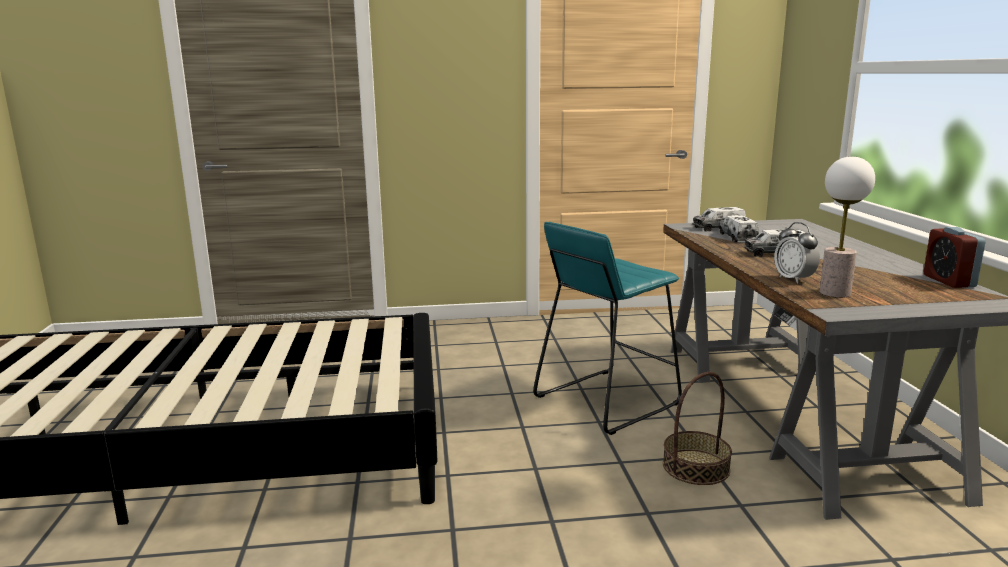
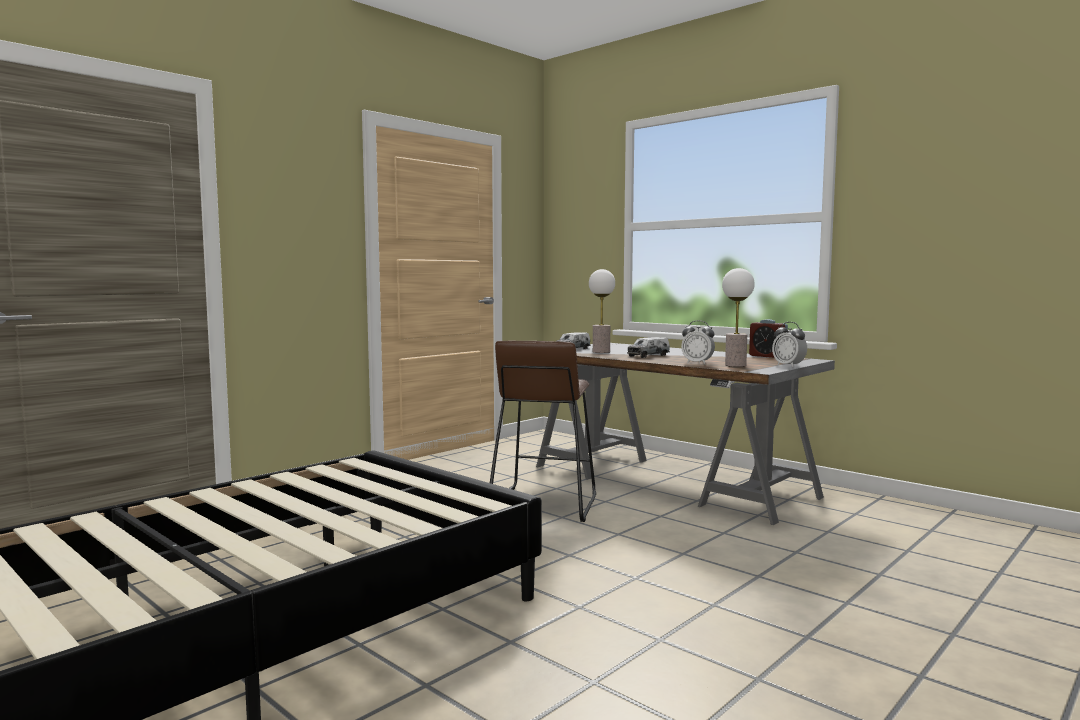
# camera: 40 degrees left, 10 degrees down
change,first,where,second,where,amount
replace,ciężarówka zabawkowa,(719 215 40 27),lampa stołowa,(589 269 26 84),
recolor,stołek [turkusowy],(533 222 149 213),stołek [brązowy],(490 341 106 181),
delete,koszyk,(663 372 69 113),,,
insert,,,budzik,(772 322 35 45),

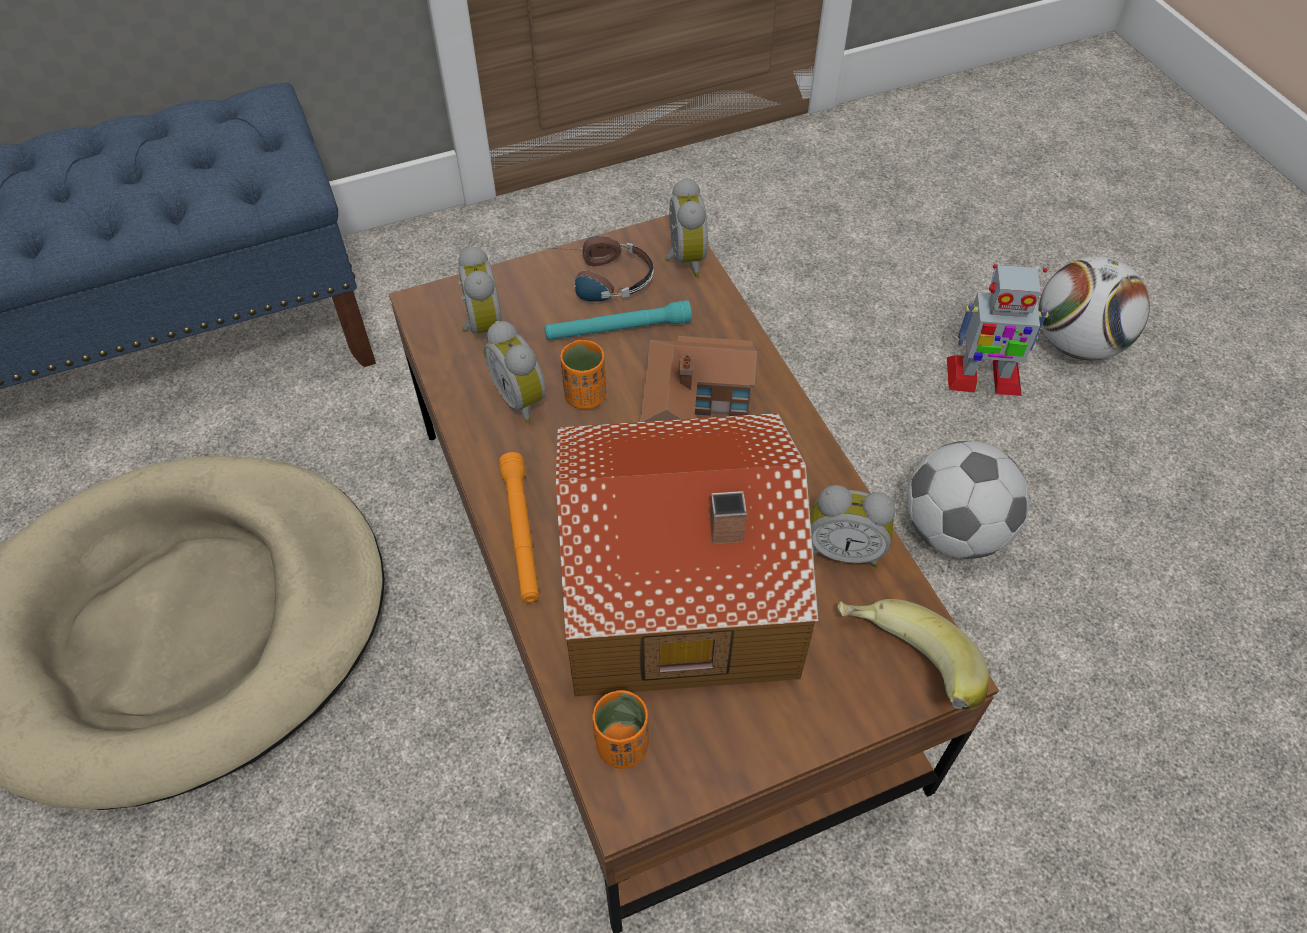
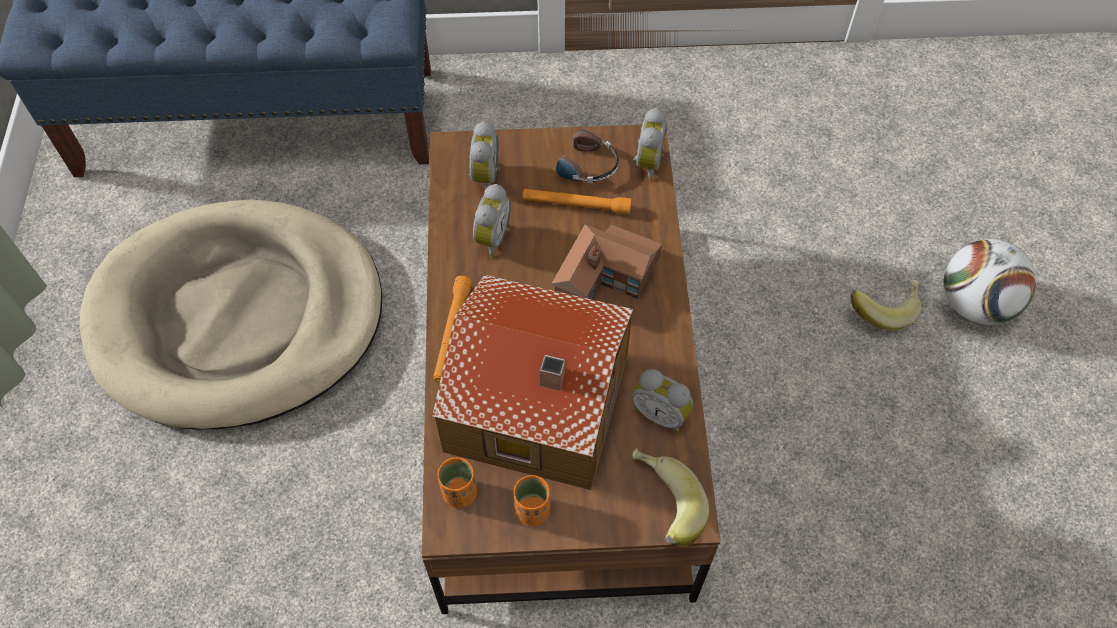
# camera: 20 degrees right, 5 degrees up
change,first,where,second,where,amount
replace,robot zabawkowy,(947 264 102 132),banan,(851 280 70 50),
recolor,latarka [turkusowy],(544 300 148 40),latarka [pomarańczowy],(522 189 110 26),
rotate,budzik,(484 321 62 102),,(473 184 38 73),150 degrees counterclockwise
move,filiżanka [pomarańczowy],(560 340 46 69),,(513 475 37 51),
delete,piłka futbolowa,(907 441 122 118),,,

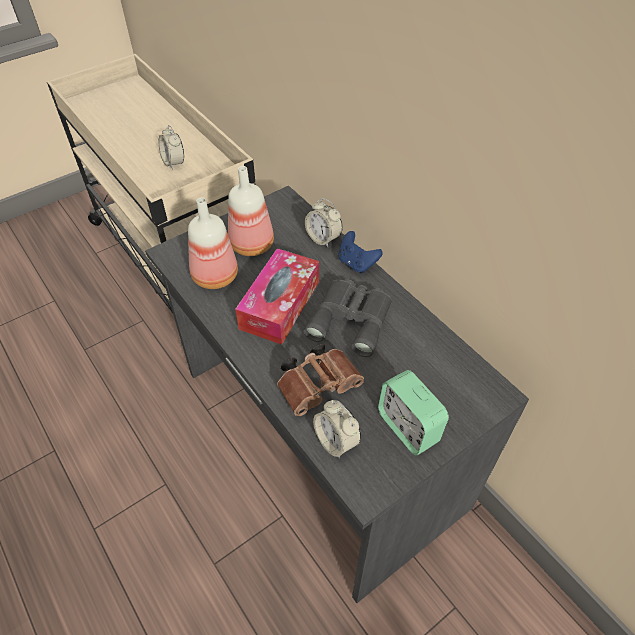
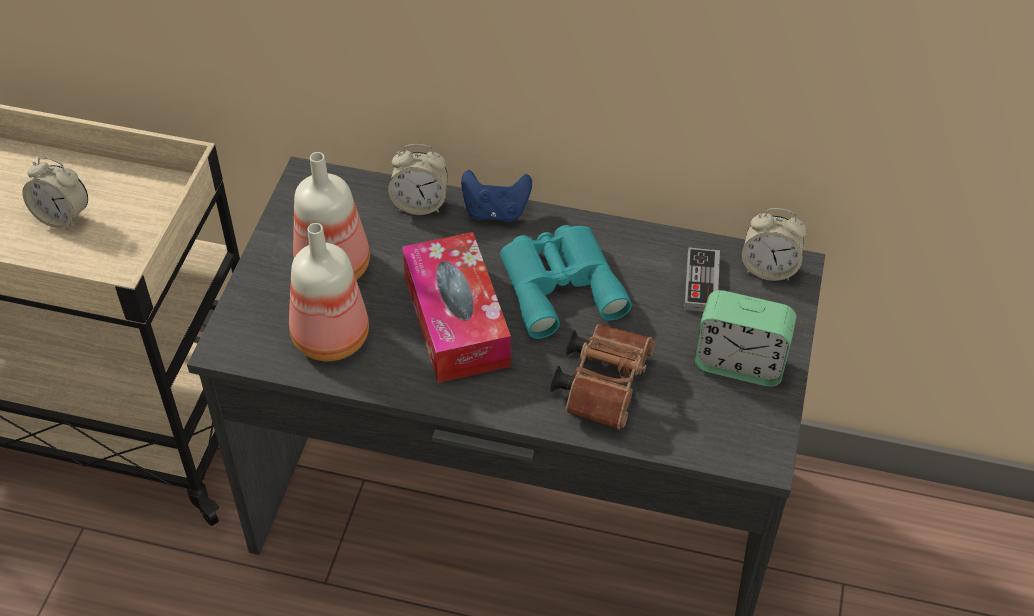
# camera: 40 degrees left, 0 degrees up
change,first,where,second,where,amount
recolor,lornetka [szary],(304 280 88 77),lornetka [turkusowy],(500 225 132 114),
move,budzik,(313 400 48 58),,(742 208 65 73),
insert,,,pad do gier,(684 248 36 64),

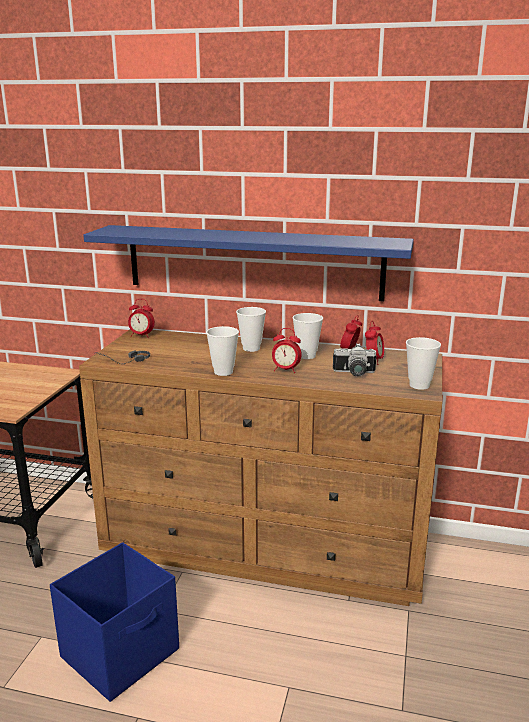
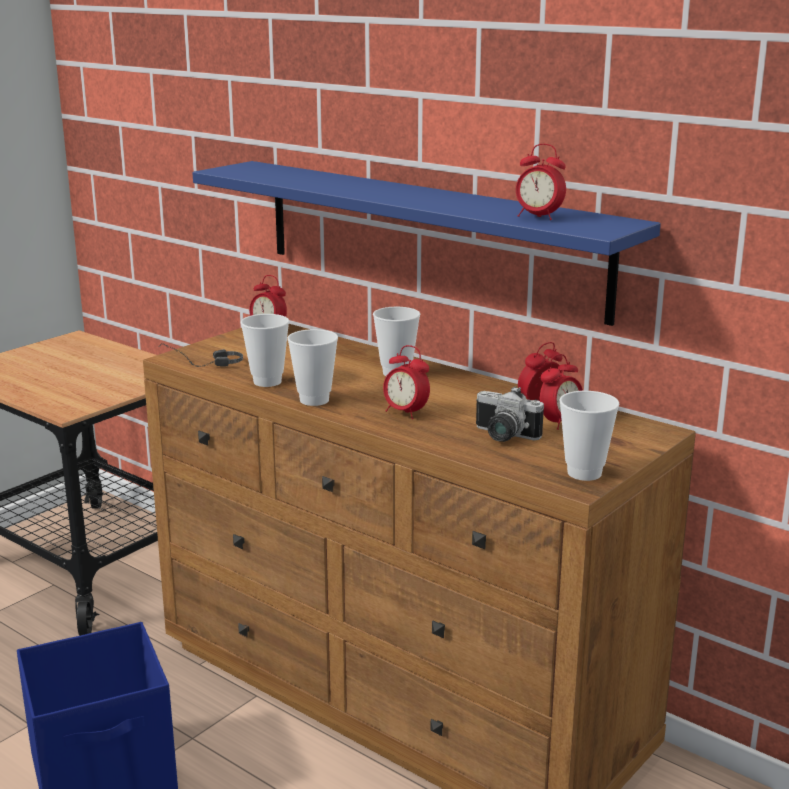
# camera: 25 degrees right, 0 degrees up
change,first,where,second,where,amount
move,filiżanka,(293 313 30 46),,(240 314 49 73),
insert,,,budzik,(516 144 50 76),

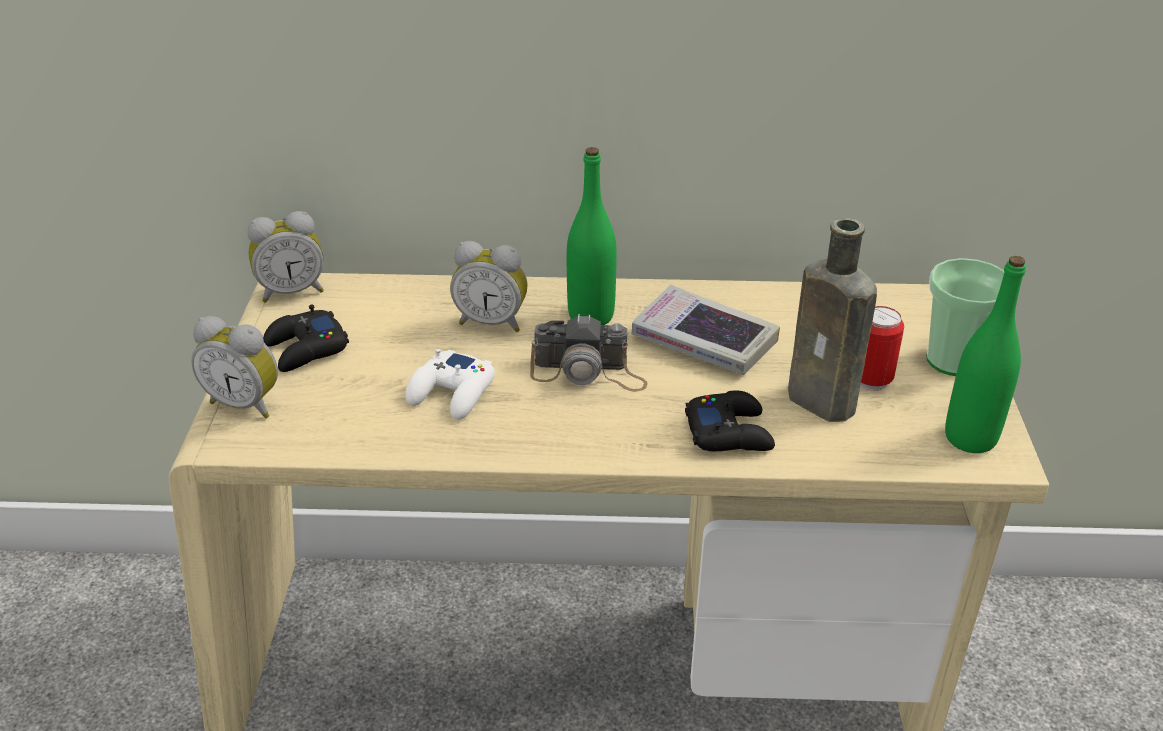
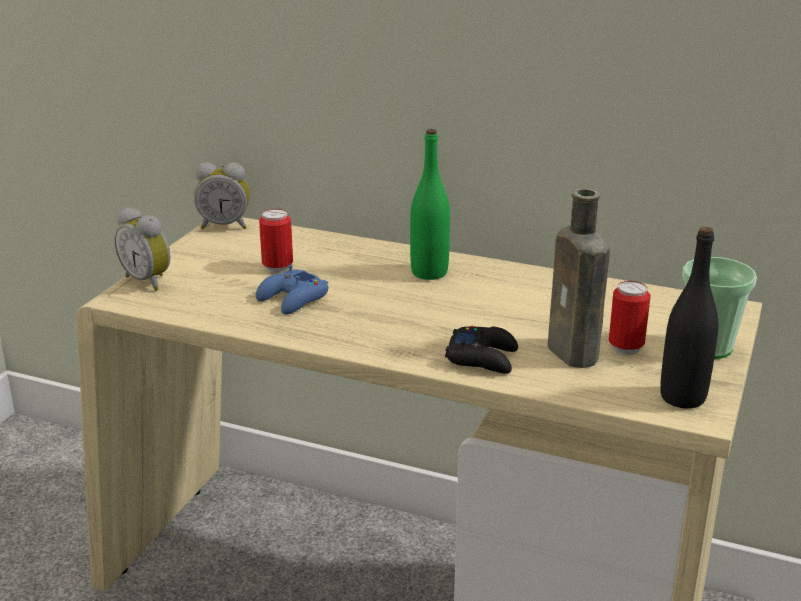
# camera: 20 degrees right, 10 degrees down
change,first,where,second,where,amount
delete,budzik,(450 241 78 92),,,
recolor,butelka [zielony],(945 256 81 197),butelka [czarny],(660 227 59 182),
delete,książka,(632 285 148 90),,,
delete,pad do gier [czarny],(263 304 86 68),,,
delete,aparat fotograficzny,(530 314 118 78),,,
recolor,pad do gier [biały],(405 348 90 72),pad do gier [niebieski],(256 264 72 51),
insert,,,puszka,(259 209 34 64),

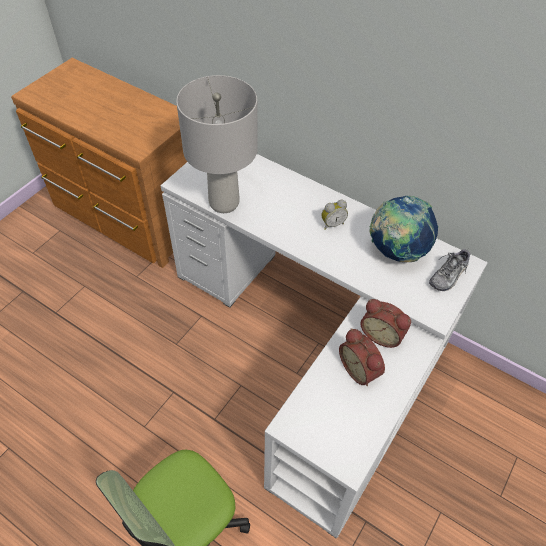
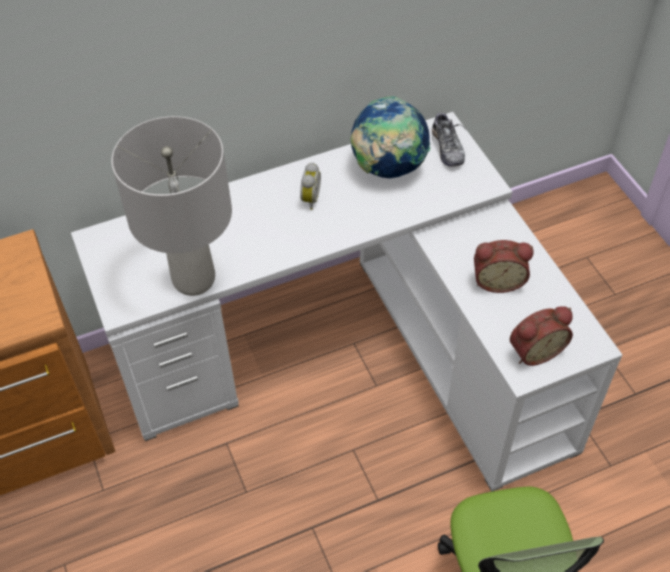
# camera: 55 degrees left, 0 degrees up
change,first,where,second,where,amount
move,budzik,(361 299 50 49),,(510 306 63 60),

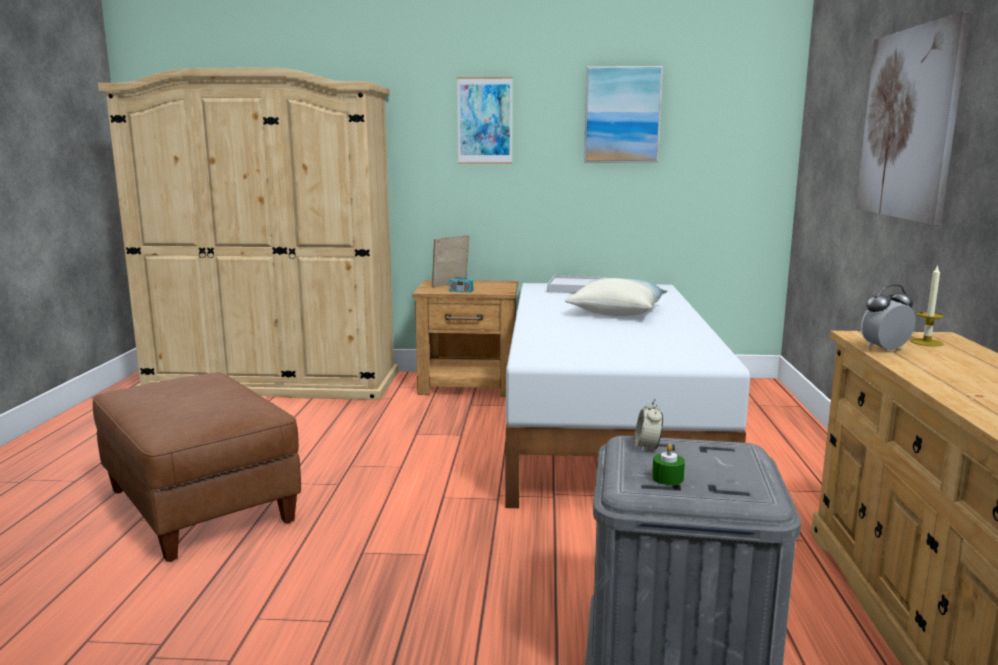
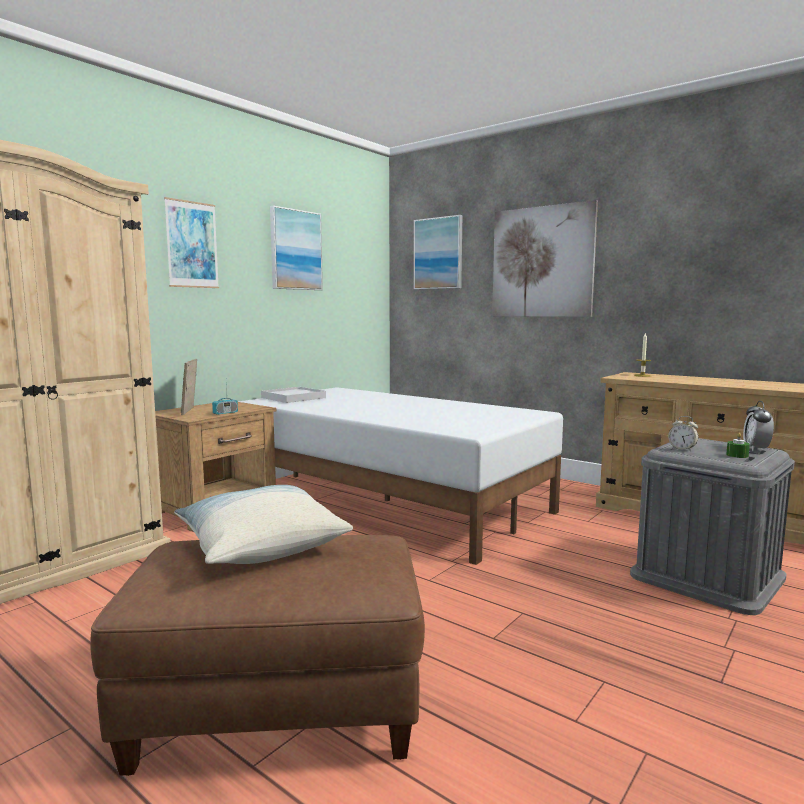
# camera: 55 degrees left, 5 degrees down
change,first,where,second,where,amount
move,poduszka,(565 278 102 38),,(174 485 179 79),
move,budzik,(861 284 55 68),,(743 401 31 50),
insert,,,obraz,(414 215 48 74),

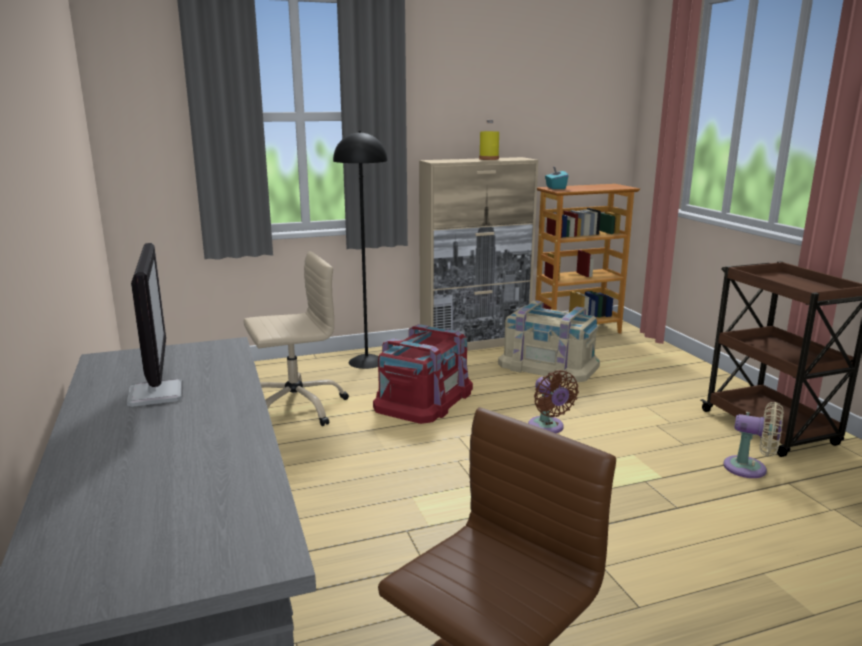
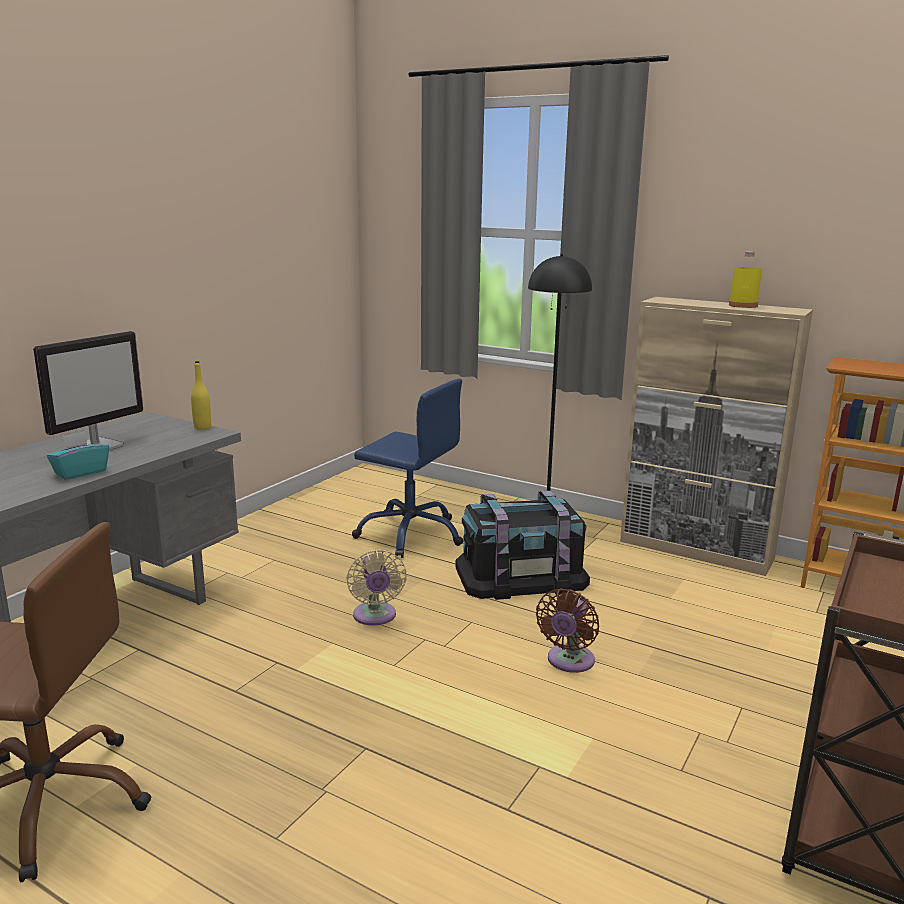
# camera: 50 degrees right, 0 degrees up
change,first,where,second,where,amount
move,pudełko chusteczek [turkusowy],(545 166 23 23),,(47 432 62 48),
recolor,krzesło biurowe [beżowy],(243 251 106 175),krzesło biurowe [niebieski],(352 379 112 179),
delete,pojemnik do przechowywania [beżowy],(498 300 102 82),,,
recolor,pojemnik do przechowywania [czerwony],(373 324 100 100),pojemnik do przechowywania [czarny],(455 490 135 110),
move,wentylator [beżowy],(723 402 61 76),,(346 549 61 76),
insert,,,butelka [żółty],(191 361 20 69),

